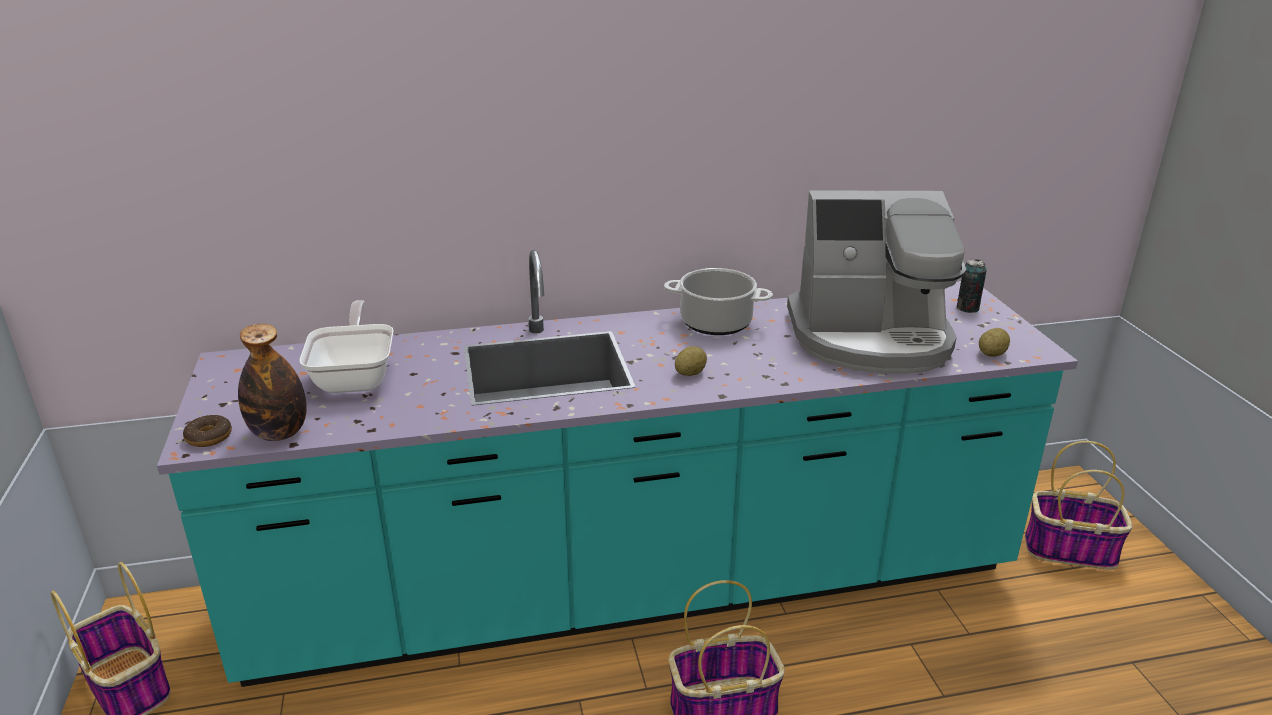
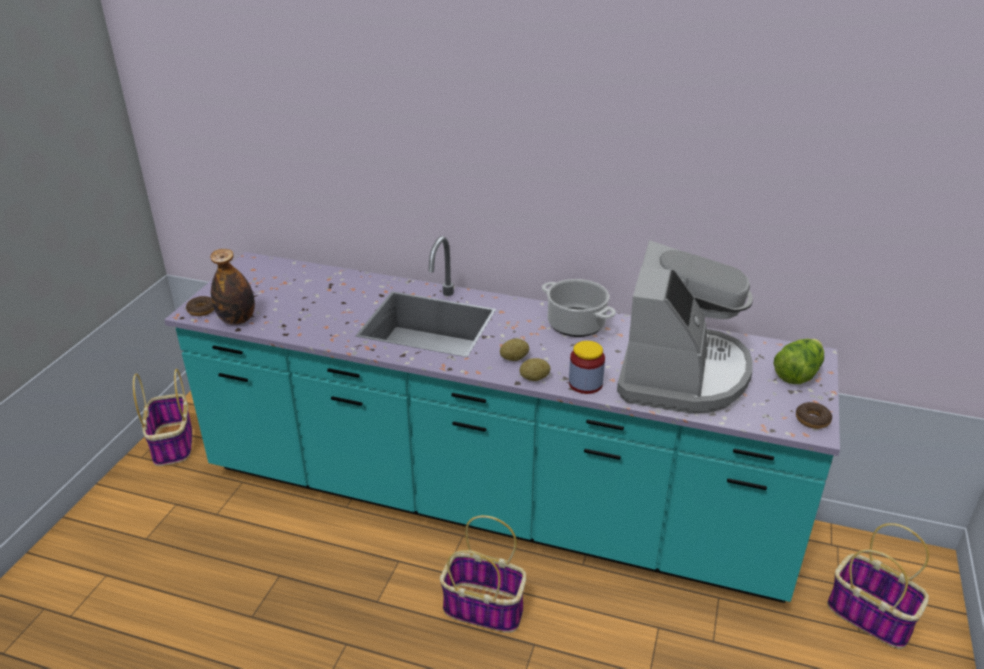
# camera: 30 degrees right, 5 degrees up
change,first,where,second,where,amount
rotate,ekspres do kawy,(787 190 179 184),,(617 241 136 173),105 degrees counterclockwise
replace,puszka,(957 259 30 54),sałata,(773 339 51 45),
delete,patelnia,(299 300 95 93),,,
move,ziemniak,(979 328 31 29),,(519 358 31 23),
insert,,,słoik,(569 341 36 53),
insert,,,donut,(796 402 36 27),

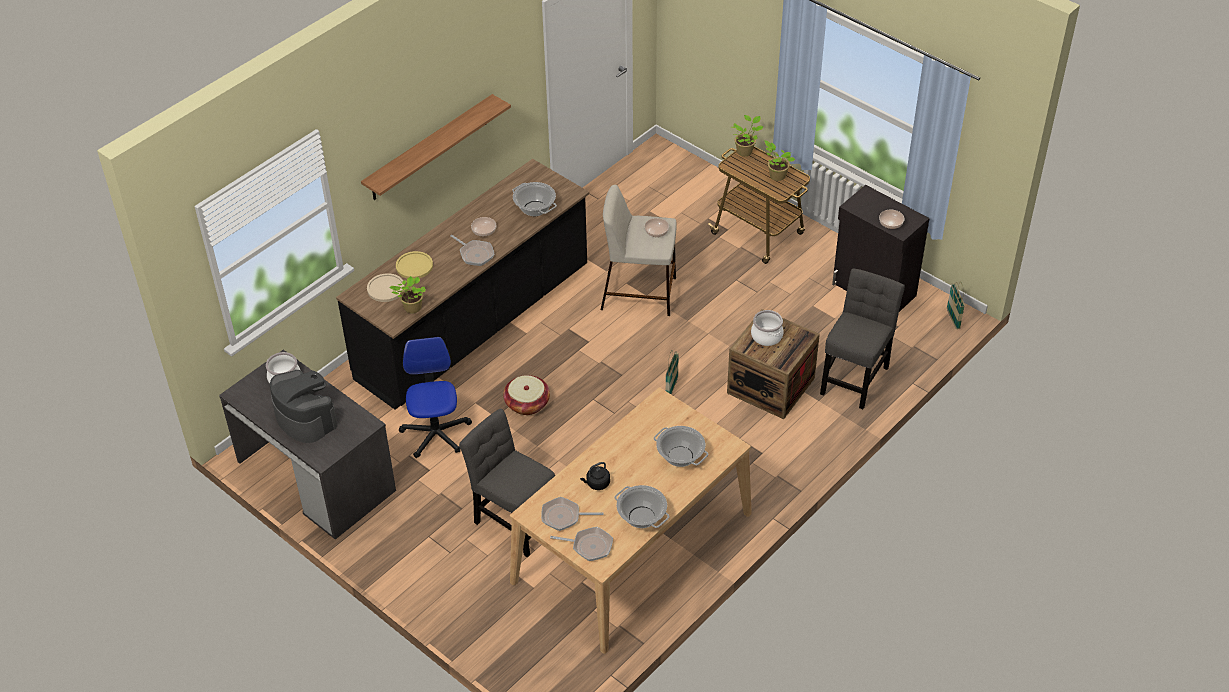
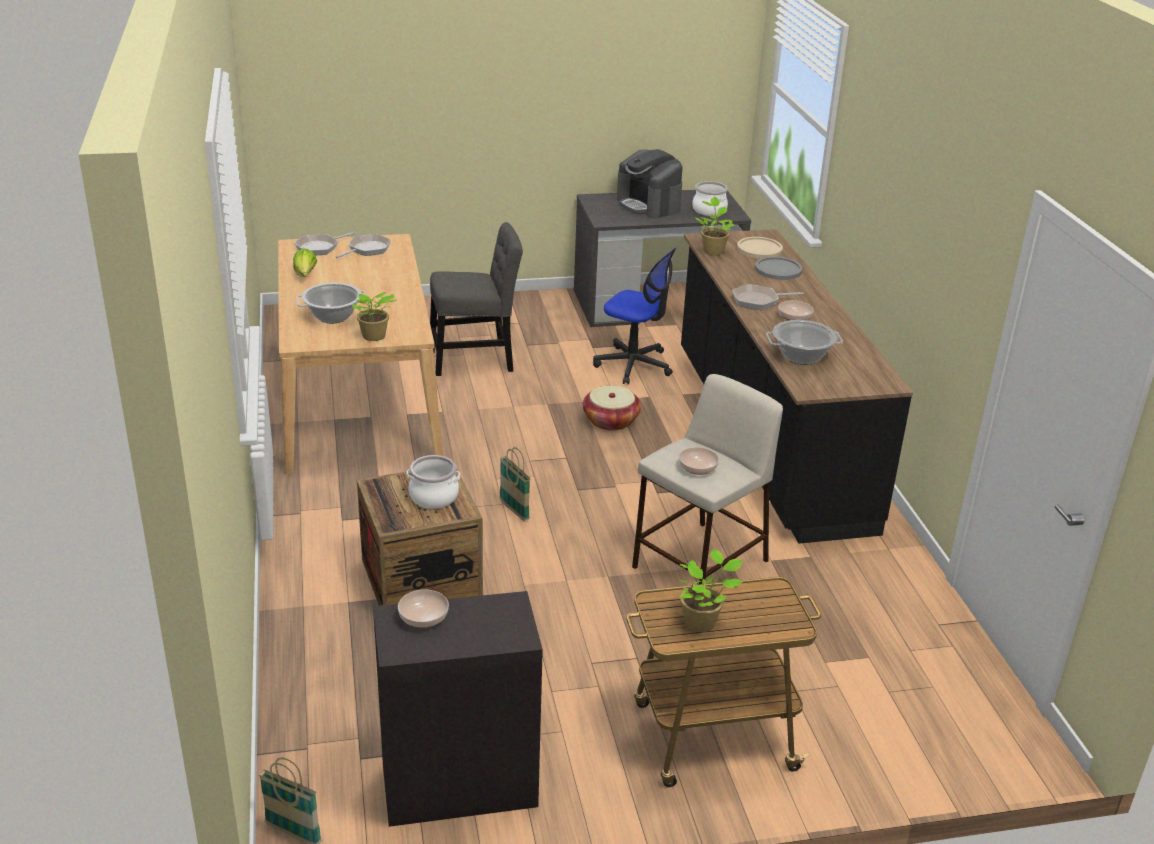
# camera: 125 degrees right, 15 degrees down
change,first,where,second,where,amount
delete,półka,(361 94 150 106),,,
move,roślina doniczkowa,(731 115 33 41),,(352 292 44 49),
recolor,talerz [żółty],(396 251 37 28),talerz [szary],(755 257 47 23),
delete,krzesło [szary],(820 268 85 141),,,
rotate,ekspres do kawy,(270 370 68 73),,(617 149 65 70),60 degrees clockwise
delete,czajnik [czarny],(580 462 30 28),,,
replace,garnek,(614 485 56 43),sałata,(293 248 24 29),

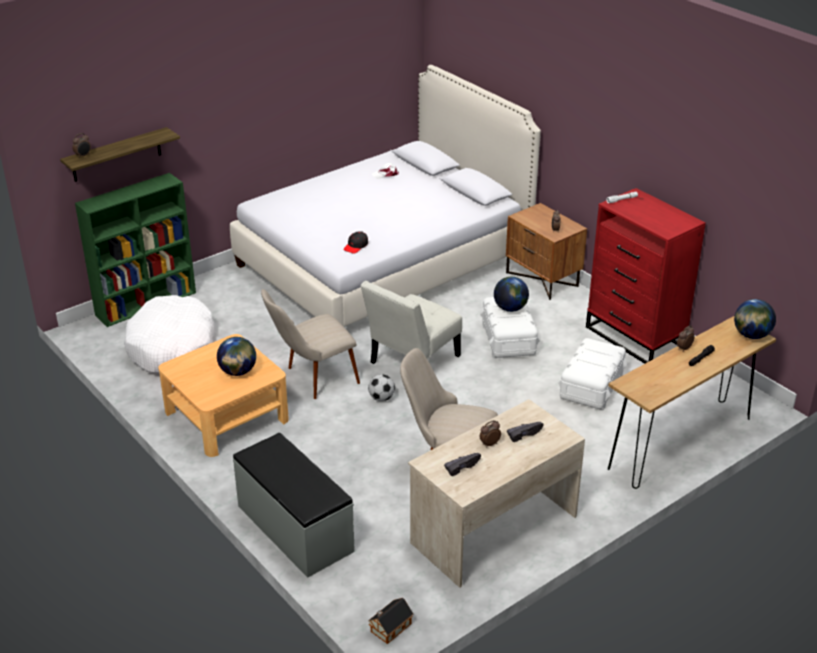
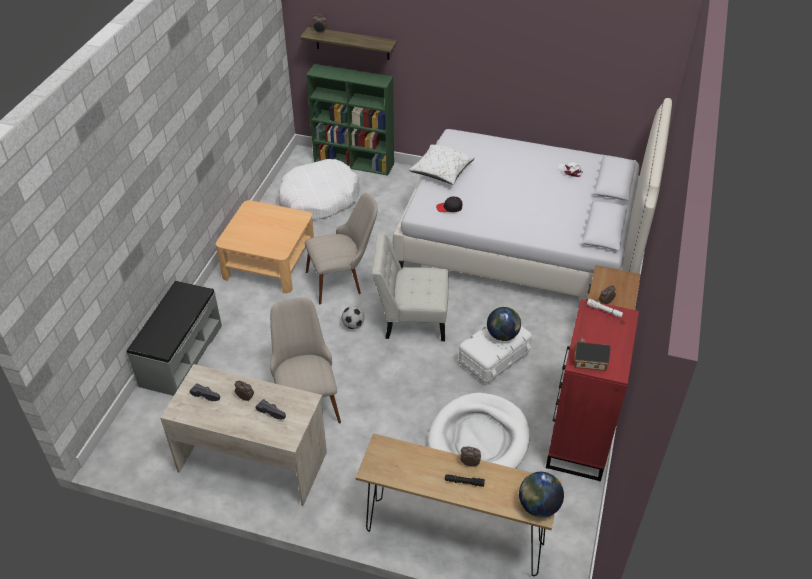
# camera: 55 degrees right, 10 degrees up
change,first,where,second,where,amount
rotate,krzesło [beżowy],(261 289 99 110),,(305 193 73 111),135 degrees clockwise
delete,globus,(217 337 39 39),,,
replace,pojemnik do przechowywania [biały],(558 338 69 73),legowisko [biały],(428 392 102 77),
move,domek,(368 598 45 46),,(574 339 37 32),
insert,,,poduszka [biały],(409 144 65 41),

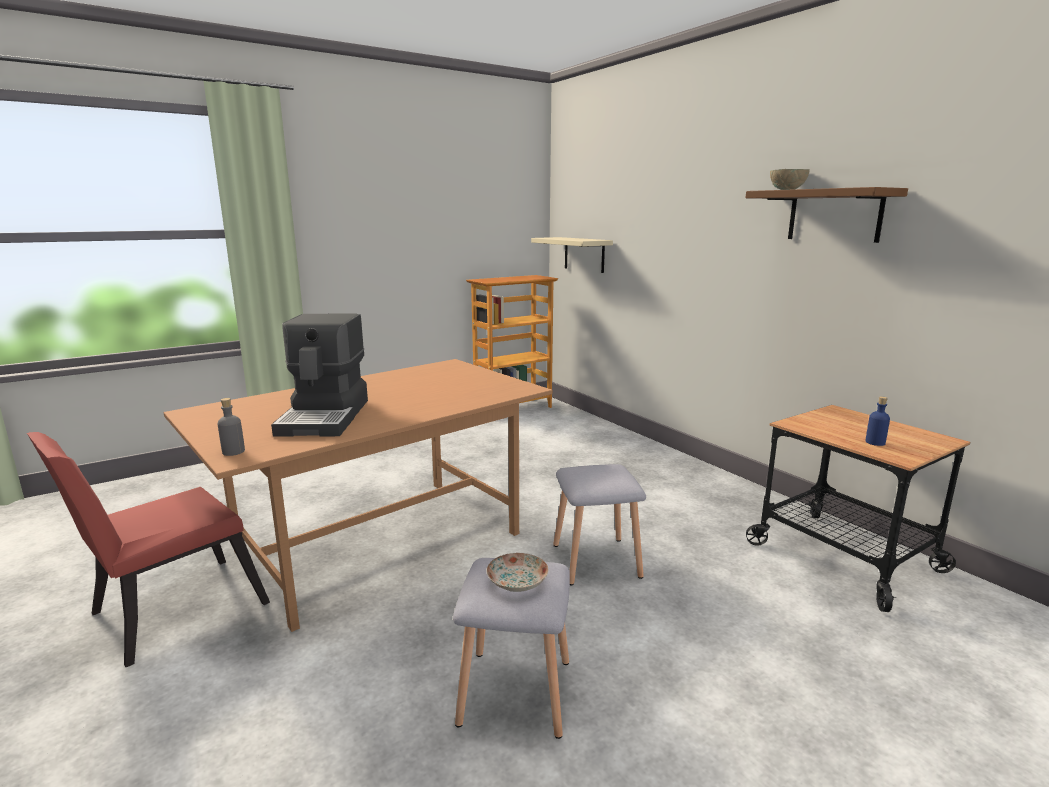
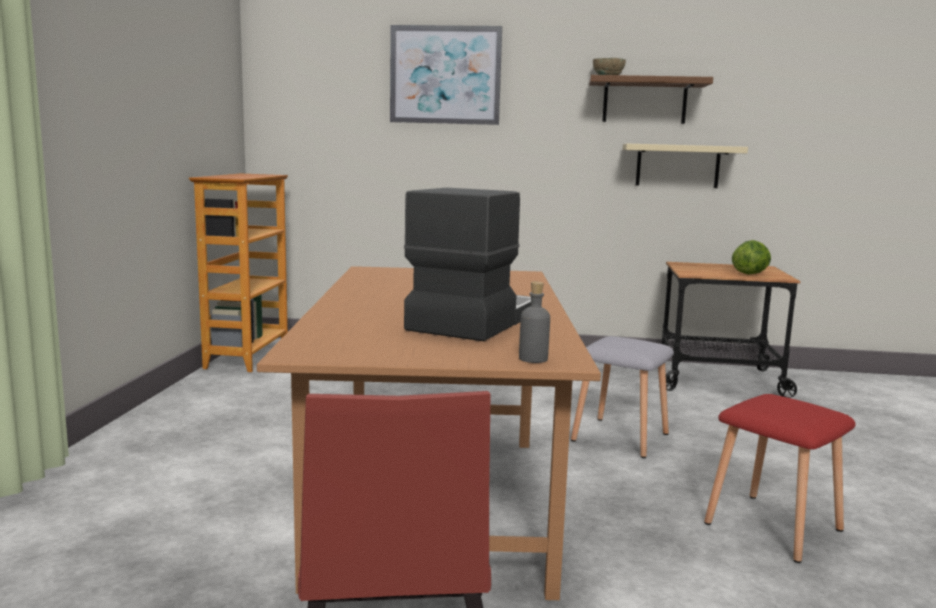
# camera: 50 degrees left, 5 degrees down
change,first,where,second,where,amount
move,półka [beżowy],(531 237 82 36),,(623 144 125 44),
rotate,ekspres do kawy,(271 314 97 122),,(404 188 127 153),105 degrees counterclockwise
replace,butelka [niebieski],(865 396 25 50),sałata,(732 240 39 34),
delete,talerz,(487 553 61 39),,,
recolor,stołek [szary],(453 558 117 181),stołek [czerwony],(704 394 152 169),
insert,,,obraz,(390 25 112 100),

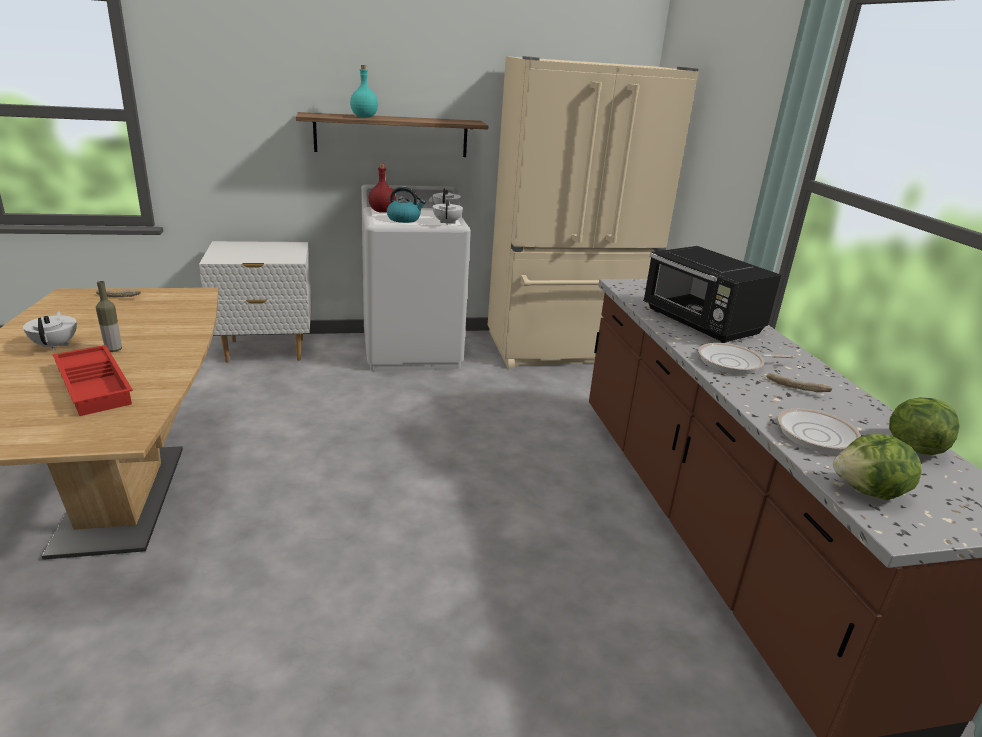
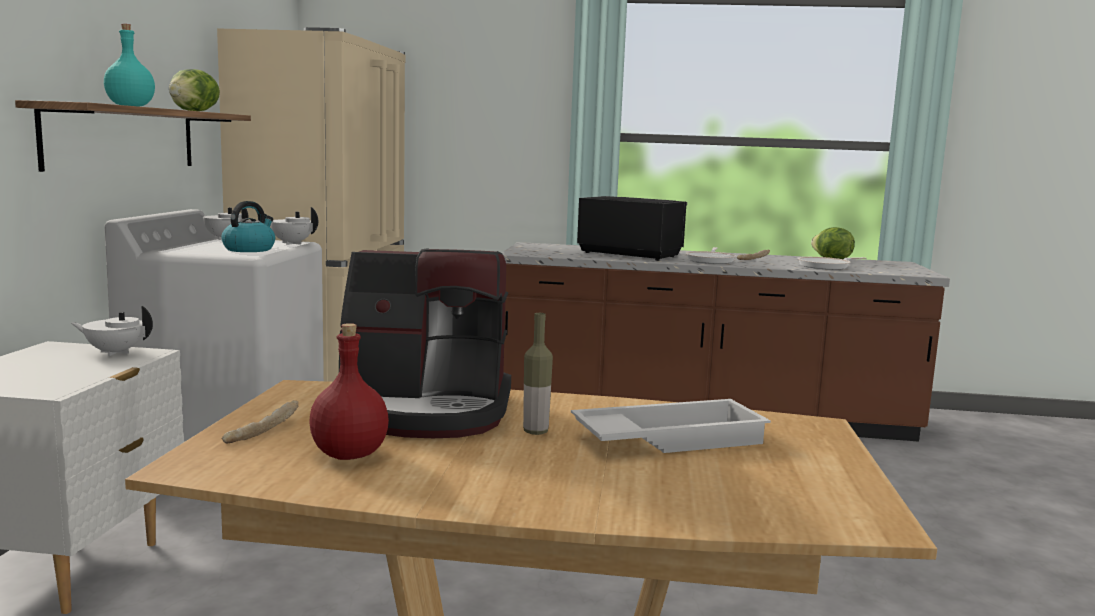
# camera: 70 degrees left, 15 degrees down
change,first,where,second,where,amount
move,butelka [czerwony],(368 164 28 49),,(309 323 80 137),
rotate,mikrofalówka [czarny],(643 246 138 97),,(577 196 110 65),135 degrees counterclockwise
move,imbryk [biały],(23 311 54 39),,(71 306 82 50),
recolor,taca [czerwony],(53 345 80 71),taca [biały],(571 399 200 54),
move,sałata,(833 434 89 66),,(169 69 51 42),
insert,,,ekspres do kawy,(339 248 172 190),

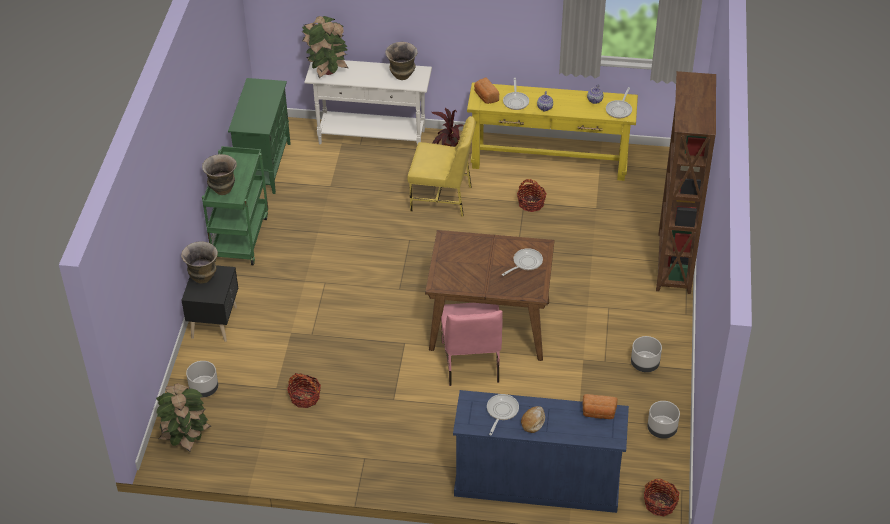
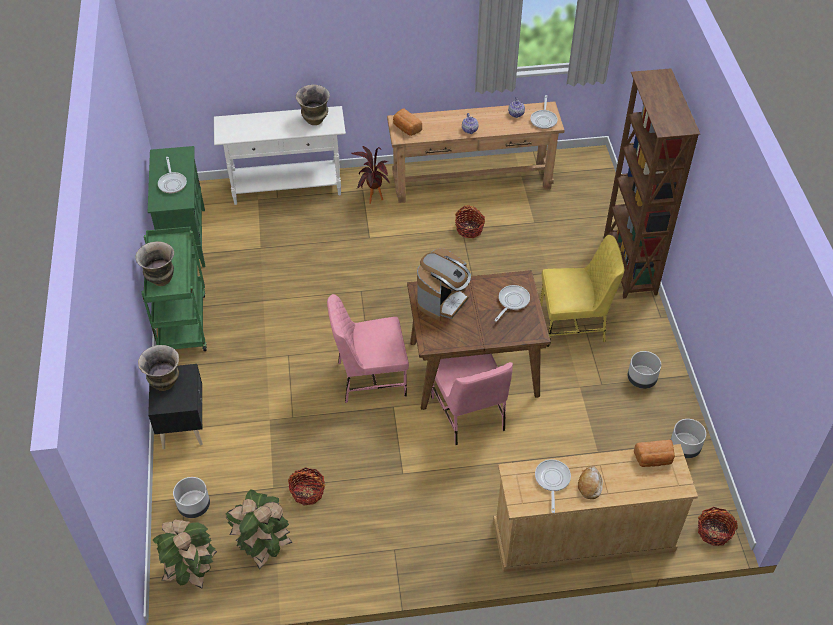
# camera: 15 degrees left, 5 degrees up
change,first,where,second,where,amount
move,roślina doniczkowa,(302 16 46 62),,(226 489 67 80),
move,patelnia,(503 78 26 32),,(158 157 29 36),
recolor,stolik konsolowy [żółty],(467 82 171 99),stolik konsolowy [brązowy],(387 101 178 102),
move,krzesło [żółty],(407 116 69 101),,(540 235 84 112),
recolor,komoda [niebieski],(453 390 176 123),komoda [beżowy],(493 444 205 129),
insert,,,ekspres do kawy,(417 248 54 73),
insert,,,krzesło [różowy],(327 294 82 109),

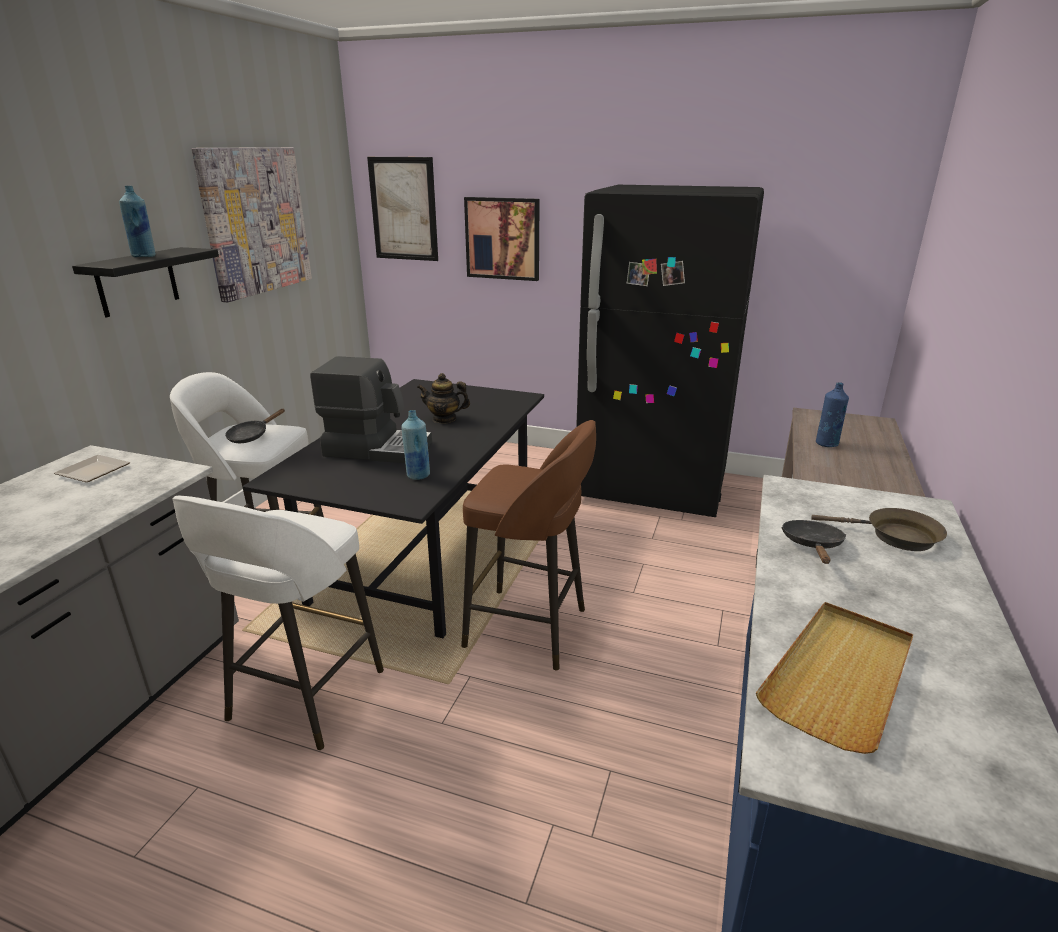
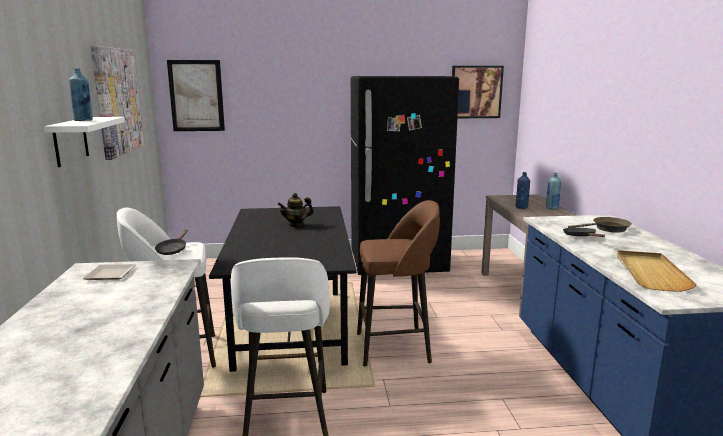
# camera: 25 degrees left, 10 degrees down
change,first,where,second,where,amount
move,obraz,(464 197 76 84),,(452 66 52 52),
recolor,półka [czarny],(72 247 147 70),półka [biały],(44 117 81 50),
delete,ekspres do kawy,(310 356 122 107),,,
move,butelka [niebieski],(401 410 29 70),,(546 173 15 36),

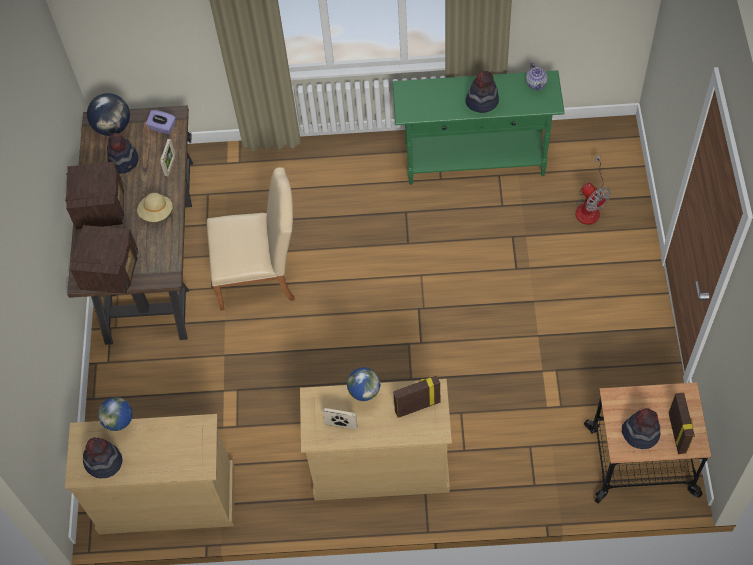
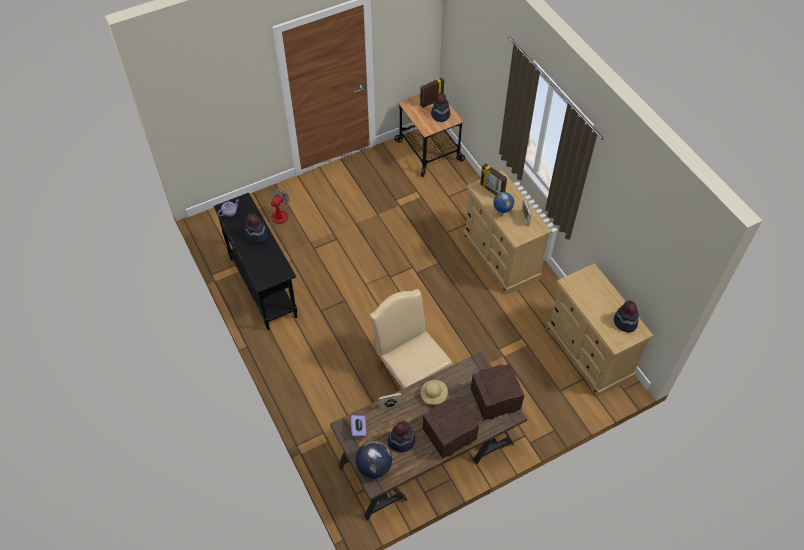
# camera: 120 degrees left, 5 degrees down
change,first,where,second,where,amount
recolor,stolik konsolowy [zielony],(392 70 173 115),stolik konsolowy [czarny],(213 193 84 137),
delete,globus,(98 397 35 34),,,

